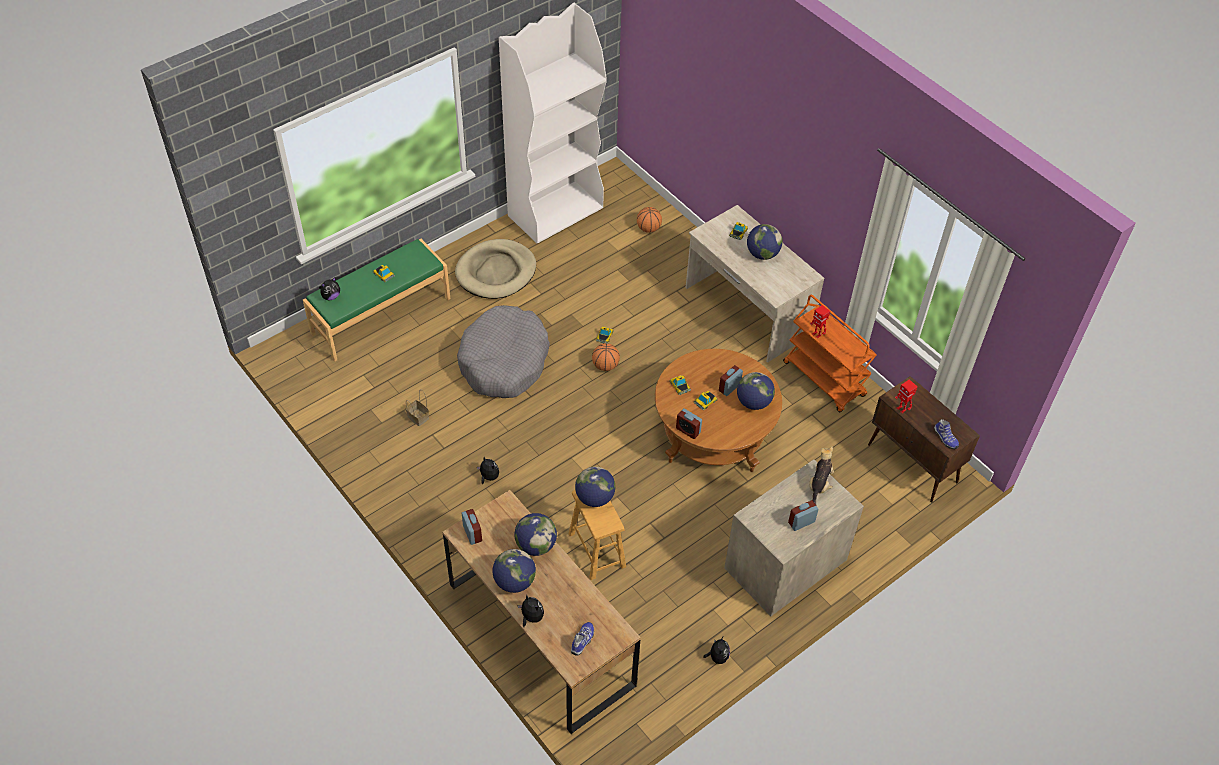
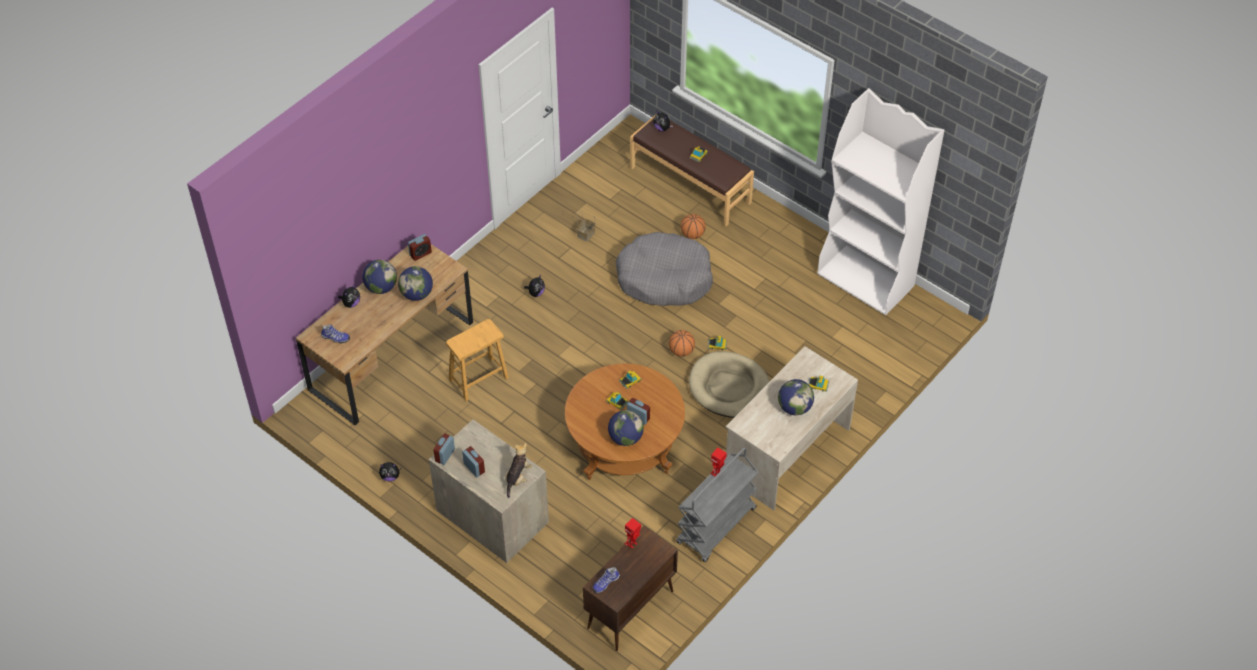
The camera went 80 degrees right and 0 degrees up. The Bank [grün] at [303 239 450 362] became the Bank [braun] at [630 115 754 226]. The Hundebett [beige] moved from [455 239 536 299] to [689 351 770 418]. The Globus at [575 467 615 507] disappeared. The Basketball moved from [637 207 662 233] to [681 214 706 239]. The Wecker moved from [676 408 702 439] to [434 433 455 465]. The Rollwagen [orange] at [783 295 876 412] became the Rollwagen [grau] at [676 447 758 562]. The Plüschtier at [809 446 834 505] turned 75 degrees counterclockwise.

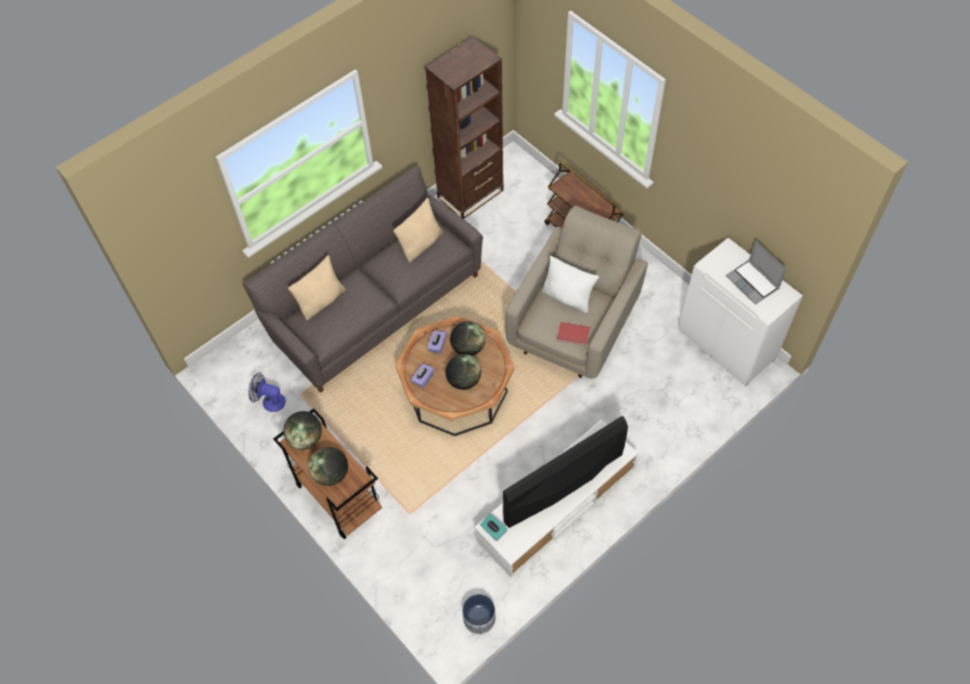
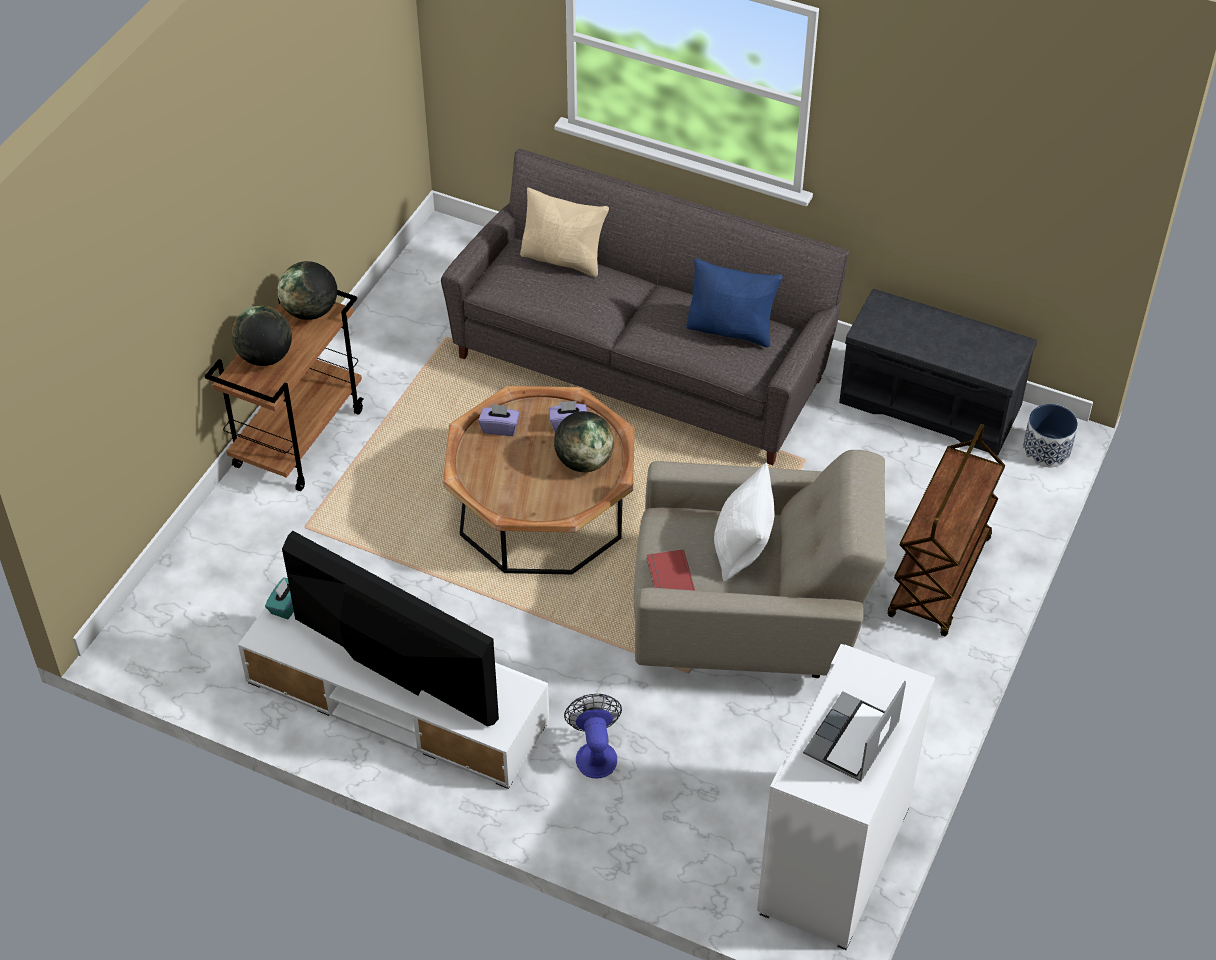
The camera went 65 degrees right and 10 degrees down. The Ventilator moved from [248 372 286 412] to [564 694 622 778]. The Kissen [beige] at [393 198 443 263] became the Kissen [blau] at [686 258 783 347]. The Bücherregal [braun] at [425 36 504 219] was replaced by the Bank [grau] at [839 289 1037 456]. The Globus at [446 354 481 390] disappeared. The Pflanzkübel moved from [462 594 496 634] to [1023 404 1078 467].

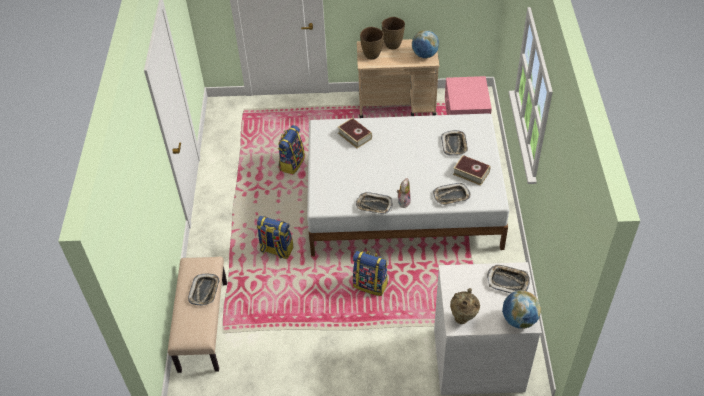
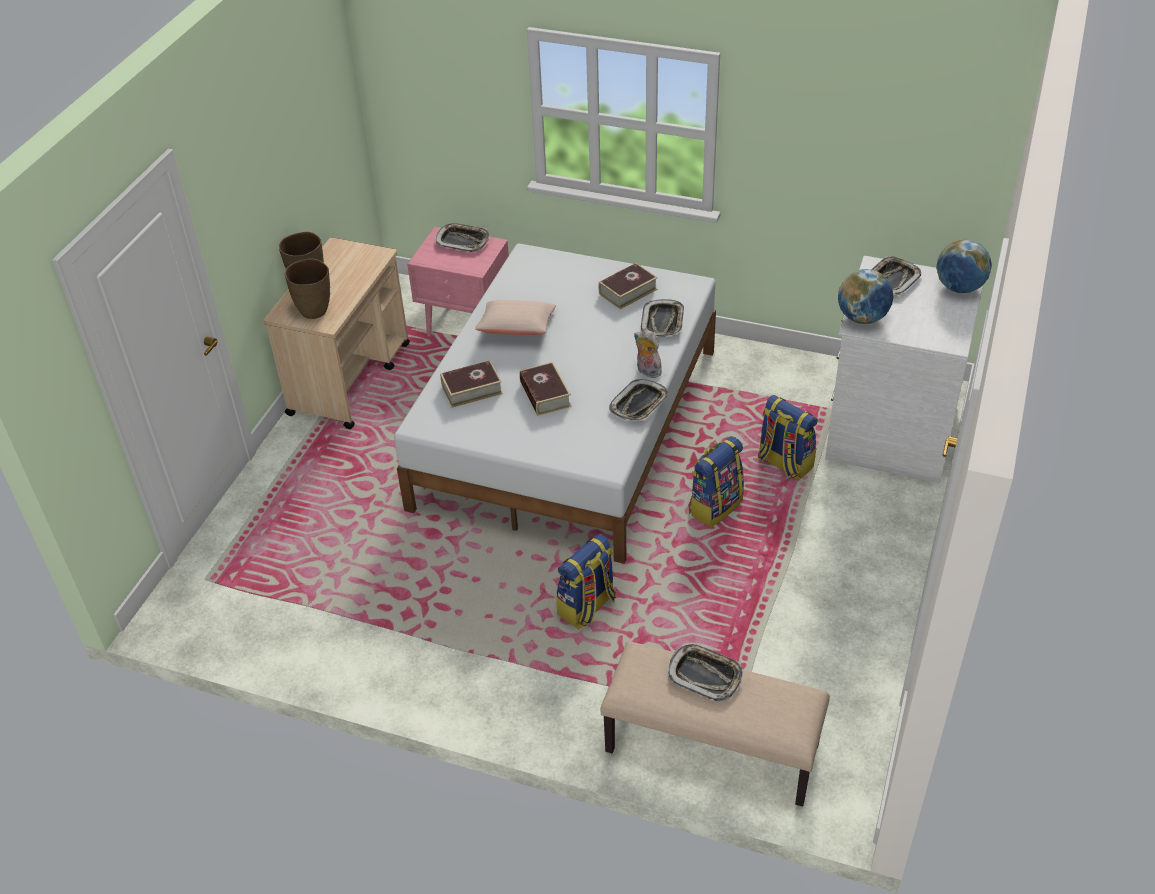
The camera went 70 degrees left and 5 degrees down. The Rucksack moved from [278 125 305 174] to [758 395 818 480]. The Globus moved from [412 30 439 58] to [838 269 893 324]. The Tablett moved from [441 130 468 156] to [436 223 490 252]. The Vase [beige] at [450 288 480 324] disappeared. The Kissen [beige] at [475 300 556 335] appeared. The Buch at [520 362 571 416] appeared.

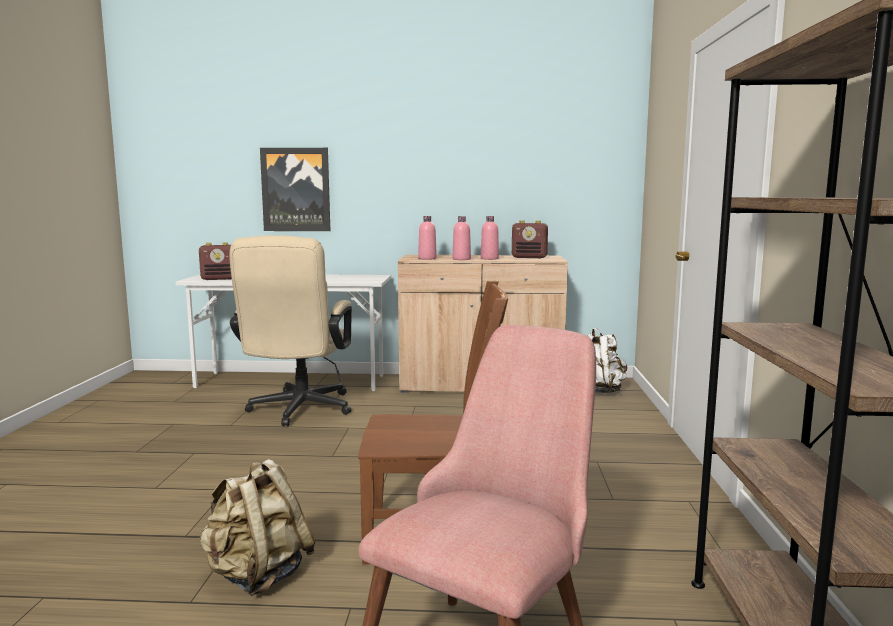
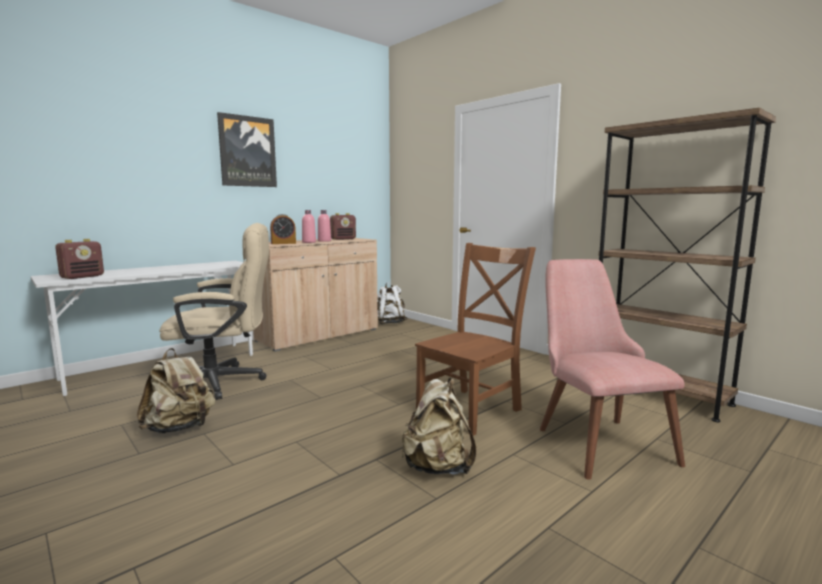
The camera went 45 degrees left and 0 degrees up. The Bürostuhl [beige] at [229 235 352 426] turned 60 degrees counterclockwise. The Bild moved from [260 148 330 231] to [217 112 277 187]. The Flasche [rosa] at [418 216 437 260] was replaced by the Wecker at [270 214 296 244]. The Rucksack [beige] at [137 348 215 434] appeared.

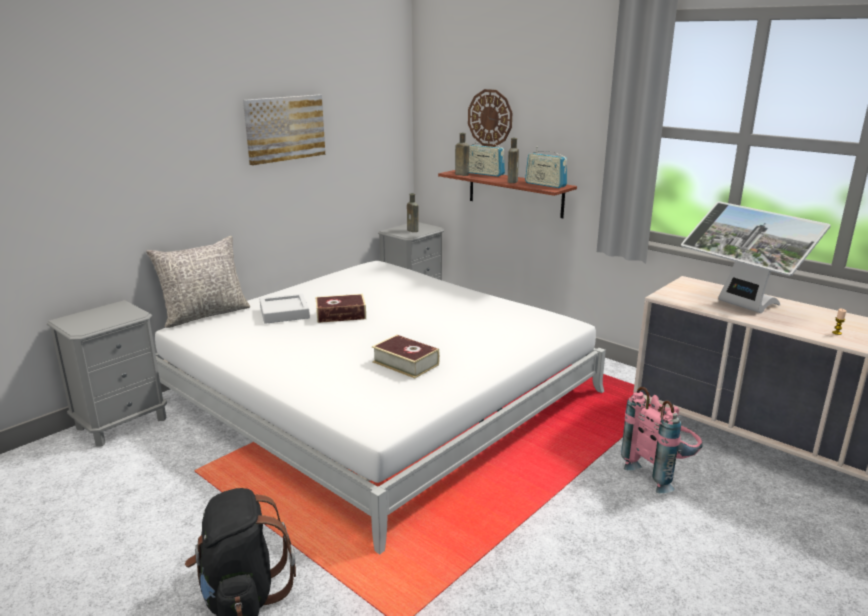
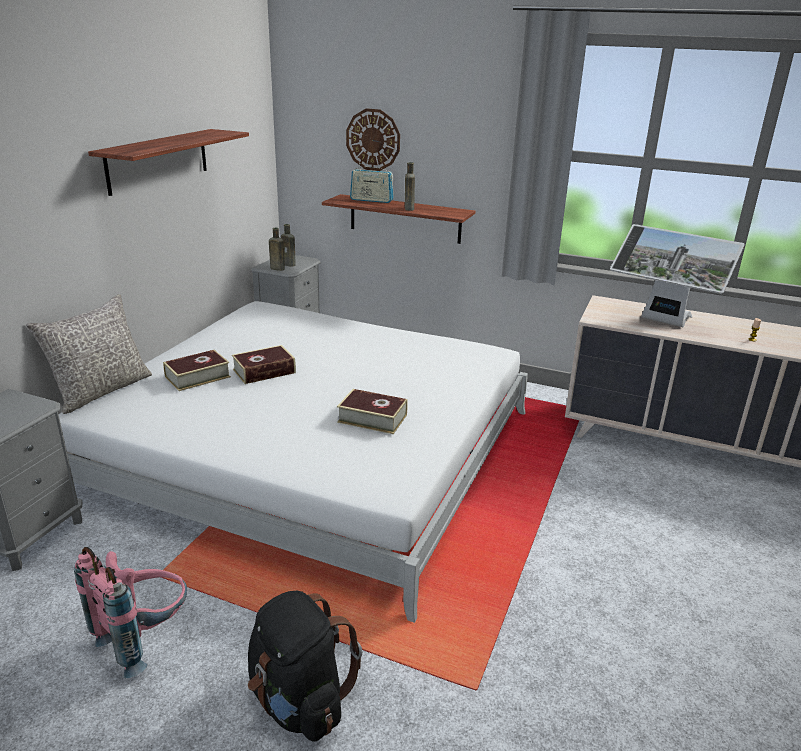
The camera went 20 degrees left and 5 degrees up. The Bild at [243 95 325 165] was replaced by the Wandregal at [88 129 249 196]. The Tablett [grau] at [259 294 310 324] was replaced by the Buch at [163 350 231 391]. The Flasche [braun] moved from [455 133 469 176] to [269 228 285 271]. The Radio at [525 147 567 188] disappeared. The Rucksack [rosa] moved from [621 387 702 493] to [74 547 187 678].

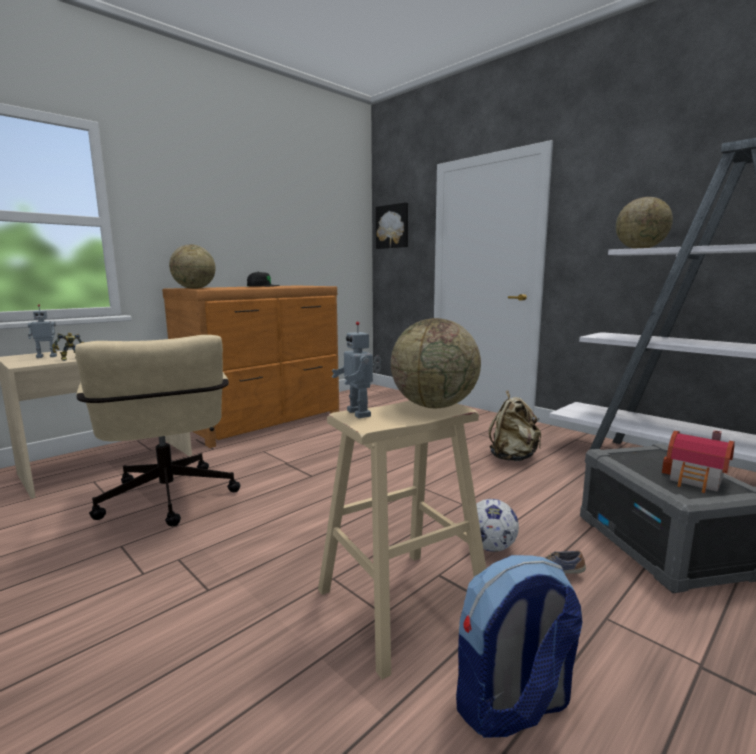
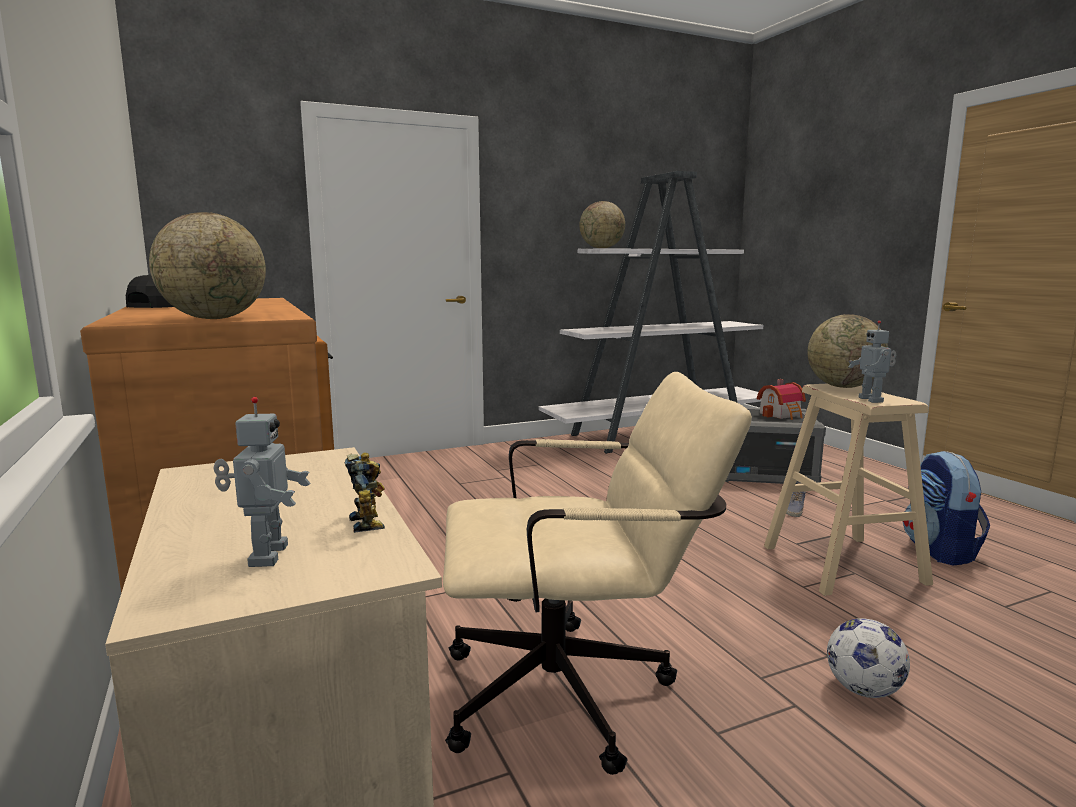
The camera went 70 degrees left and 0 degrees up. The Spielzeugroboter at [332 322 381 418] turned 90 degrees clockwise. The Bild at [376 202 408 249] disappeared. The Fußball moved from [476 499 519 552] to [827 618 910 698]. The Rucksack [beige] at [489 391 541 461] disappeared.

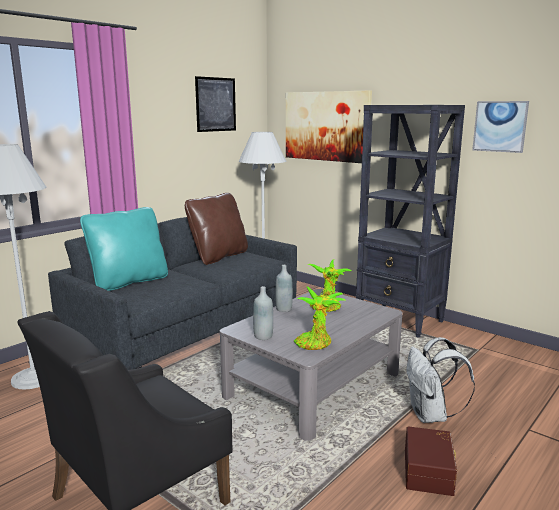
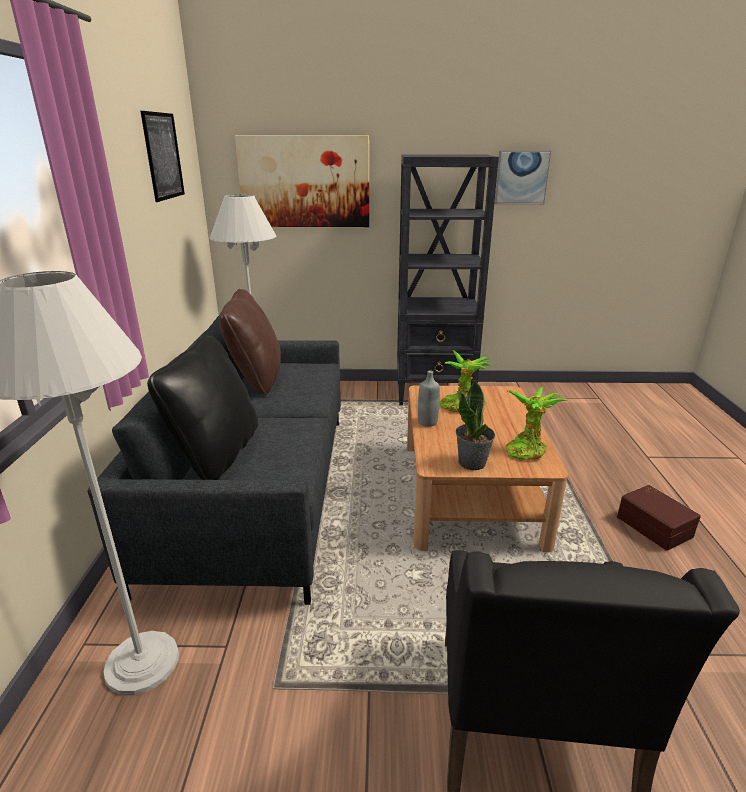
The camera went 40 degrees left and 10 degrees up. The Kissen [türkis] at [80 207 168 291] became the Kissen [schwarz] at [147 335 258 480]. The Couchtisch [grau] at [220 289 403 441] became the Couchtisch [braun] at [407 385 568 553]. The Flasche [grau] at [253 286 273 340] was replaced by the Topfpflanze at [456 379 495 470]. The Rucksack [weiß] at [406 337 475 423] disappeared.

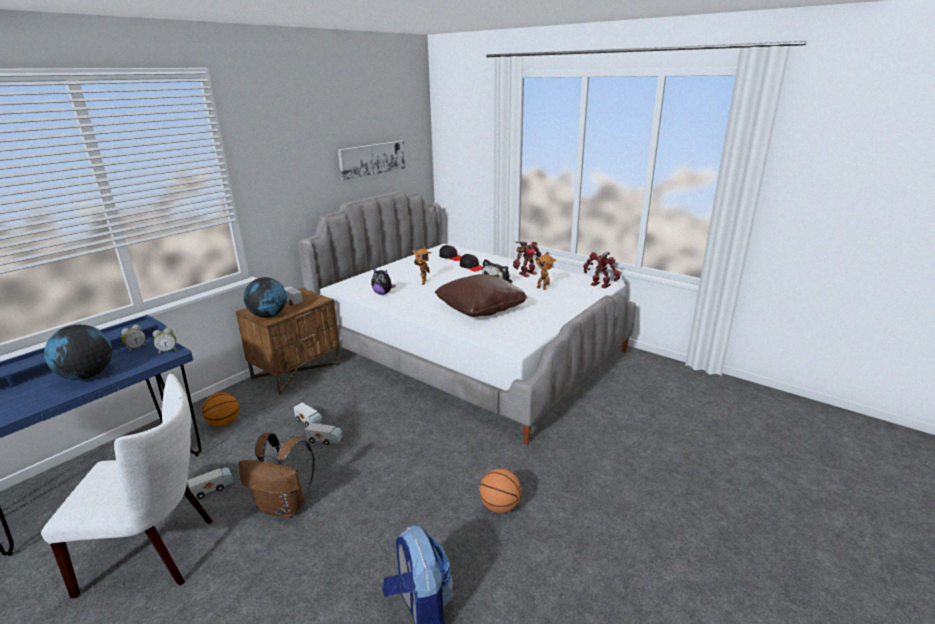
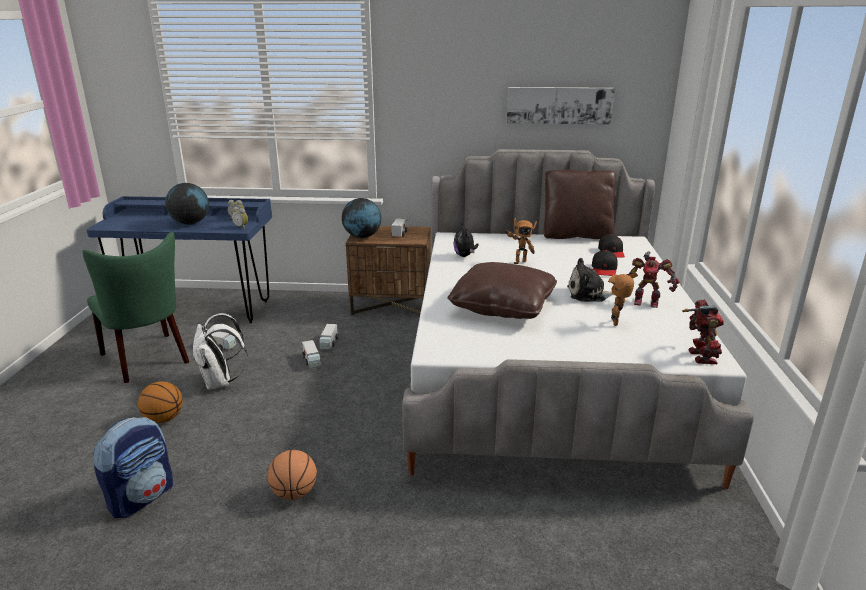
The camera went 55 degrees right and 0 degrees up. The Stuhl [weiß] at [41 374 213 598] became the Stuhl [grün] at [82 232 189 383]. The Basketball moved from [202 393 239 427] to [138 381 183 423]. The Rucksack [braun] at [238 433 315 518] became the Rucksack [weiß] at [193 313 248 390]. The Kissen [braun] at [544 170 616 239] appeared.

